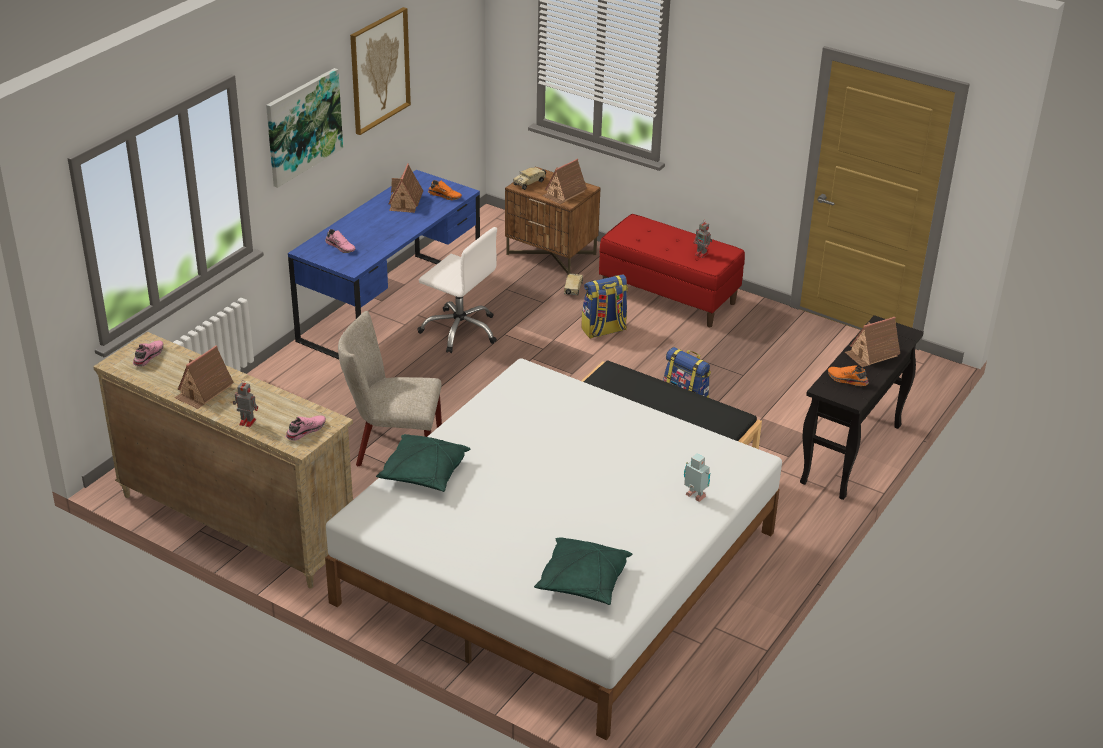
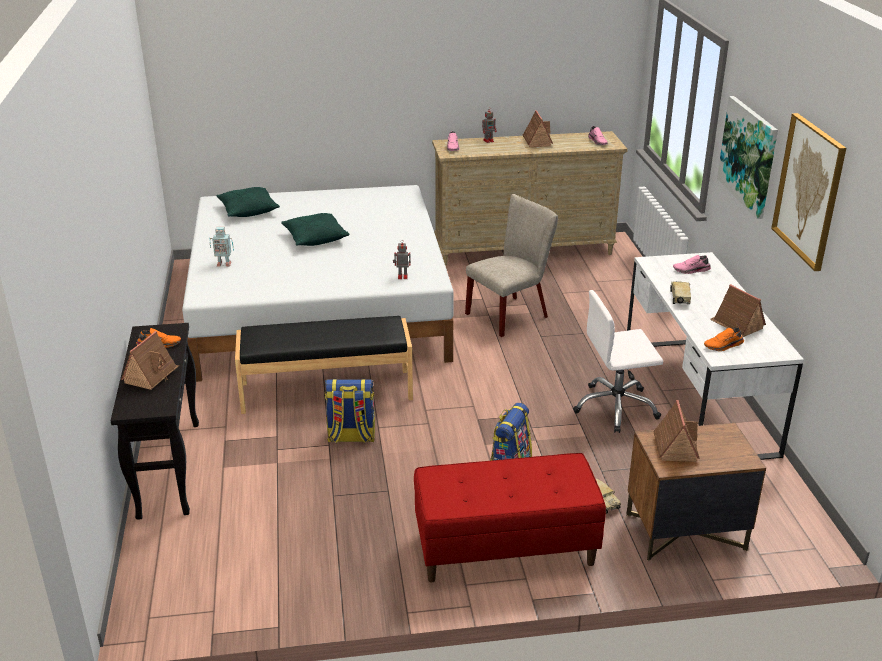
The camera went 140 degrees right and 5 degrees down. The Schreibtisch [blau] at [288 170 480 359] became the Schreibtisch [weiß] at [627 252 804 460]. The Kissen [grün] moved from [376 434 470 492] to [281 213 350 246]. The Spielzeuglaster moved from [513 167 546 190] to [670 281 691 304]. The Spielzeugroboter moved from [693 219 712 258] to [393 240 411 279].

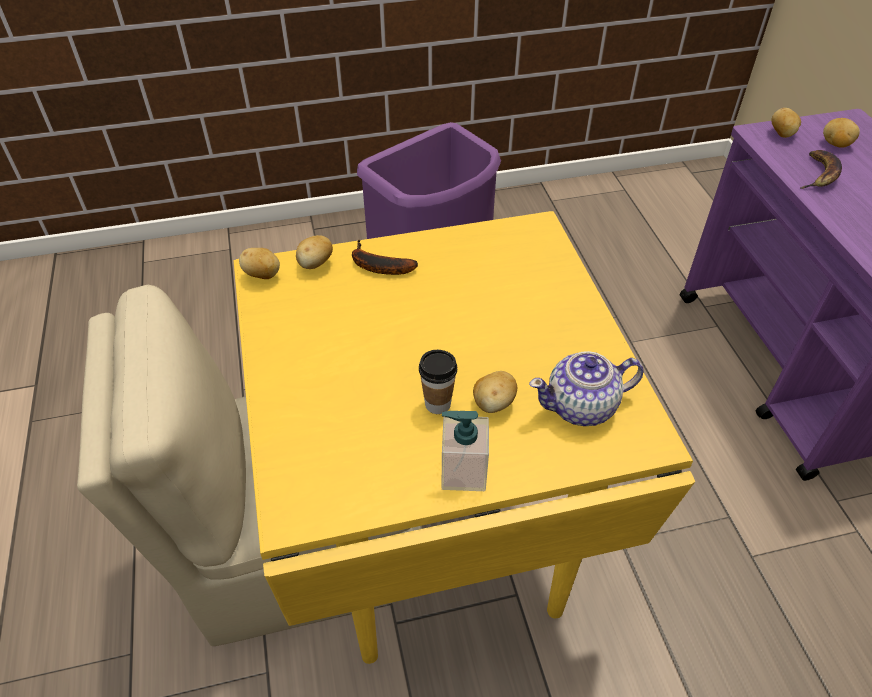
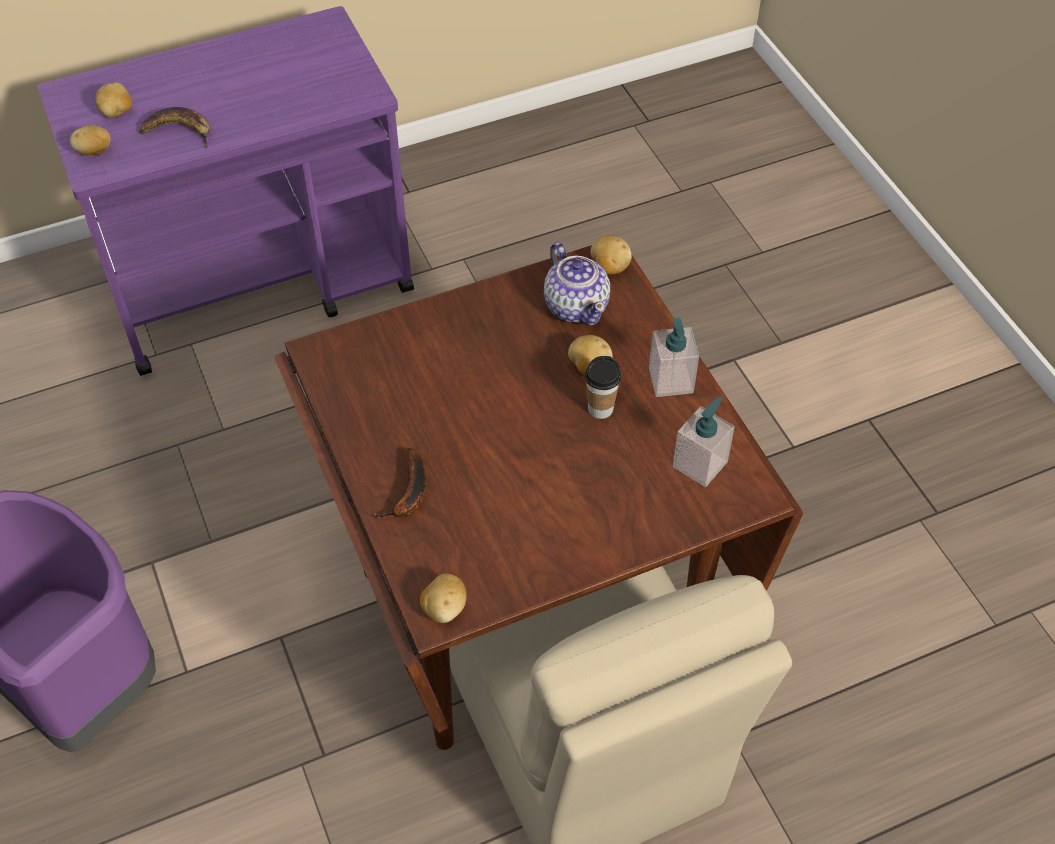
The camera went 100 degrees left and 5 degrees up. The Esstisch [gelb] at [234 211 695 664] became the Esstisch [braun] at [275 245 803 750]. The Kartoffel moved from [296 235 333 269] to [591 235 632 274]. The Seifenspender at [673 396 735 487] appeared.

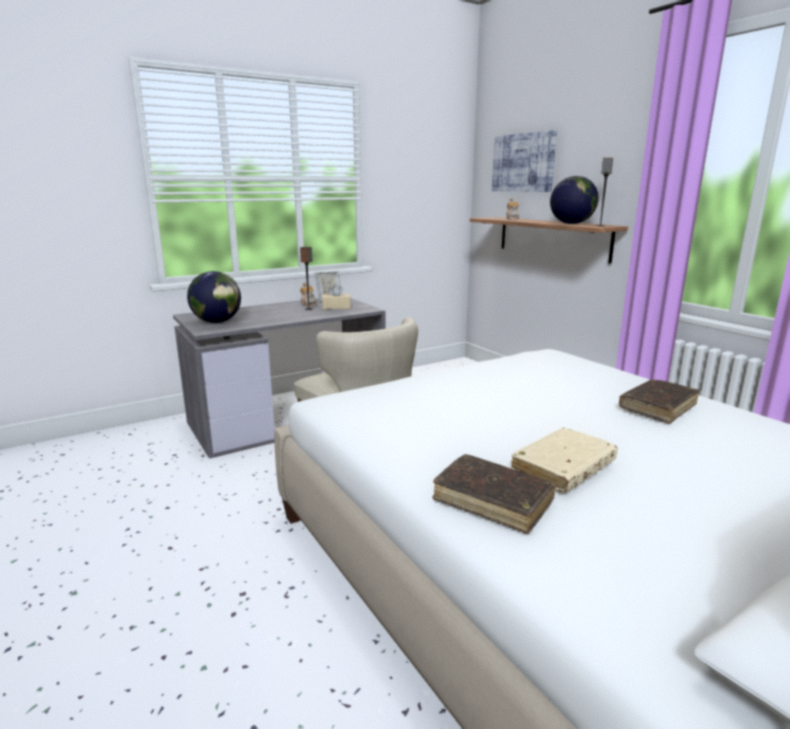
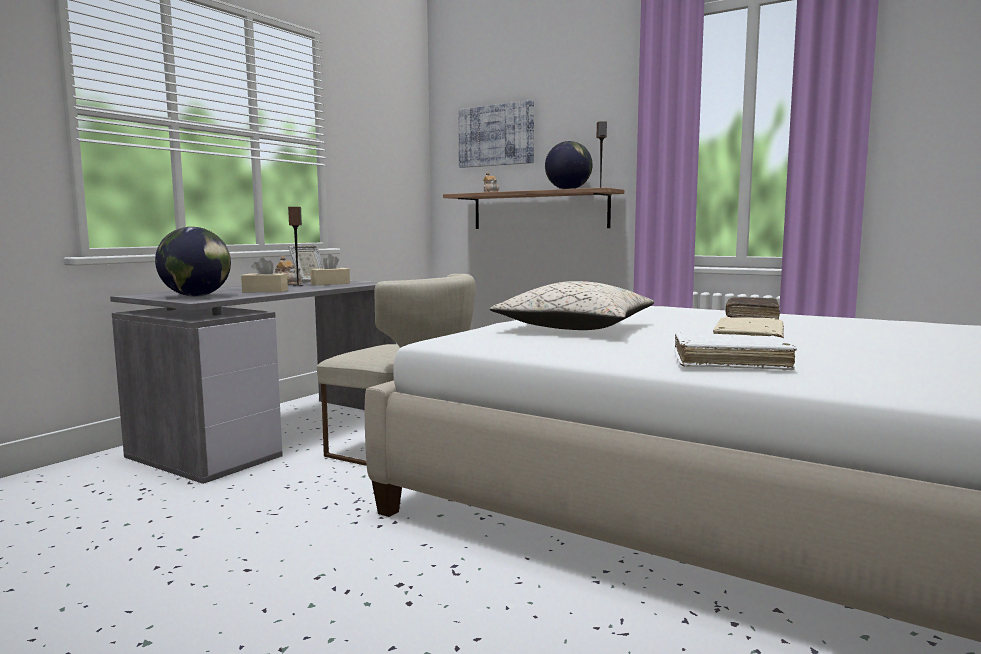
The camera went 25 degrees left and 10 degrees down. The Buch [braun] at [432 454 556 534] became the Buch [weiß] at [675 332 797 371]. The Taschentuchbox [beige] at [241 258 288 292] appeared. The Kissen [beige] at [490 281 654 330] appeared.

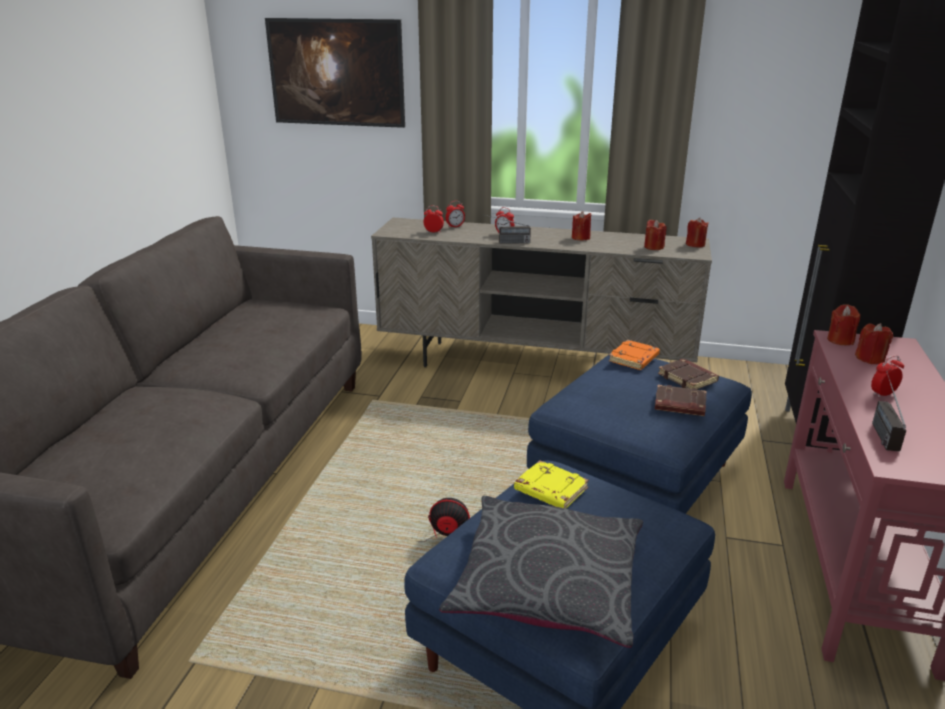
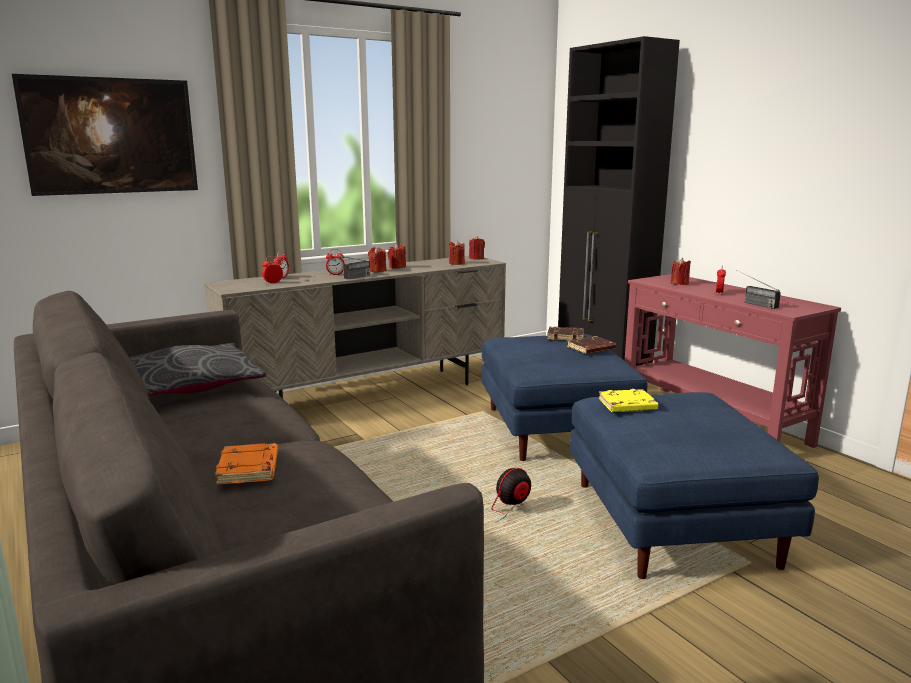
The camera went 45 degrees left and 10 degrees down. The Kissen [grau] moved from [439 496 643 648] to [129 343 266 396]. The Buch [orange] moved from [608 340 660 370] to [215 443 278 485]. The Kerze [rot] moved from [827 304 860 345] to [368 246 386 273].

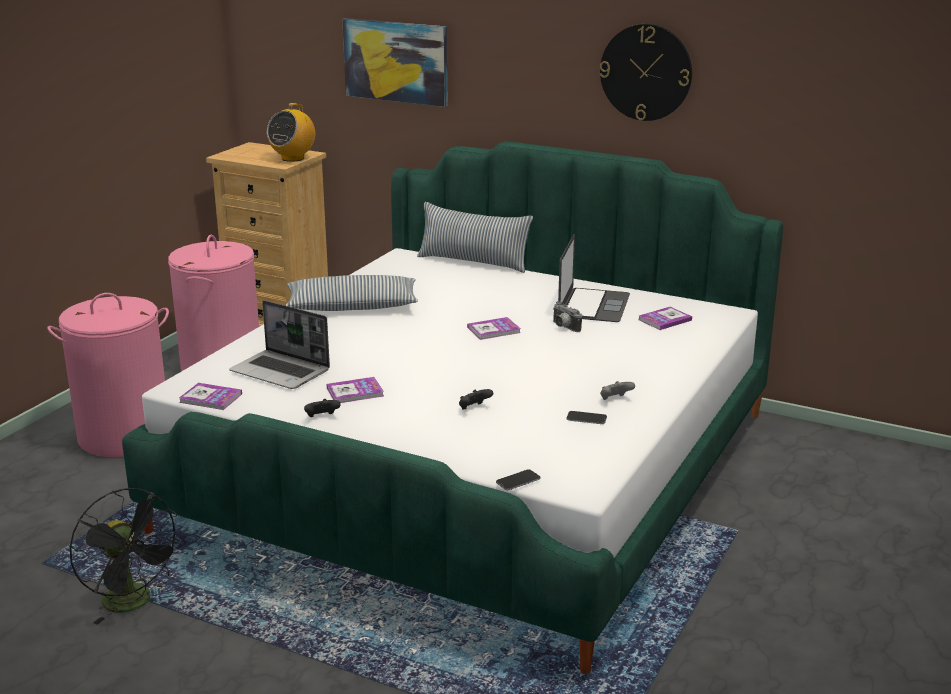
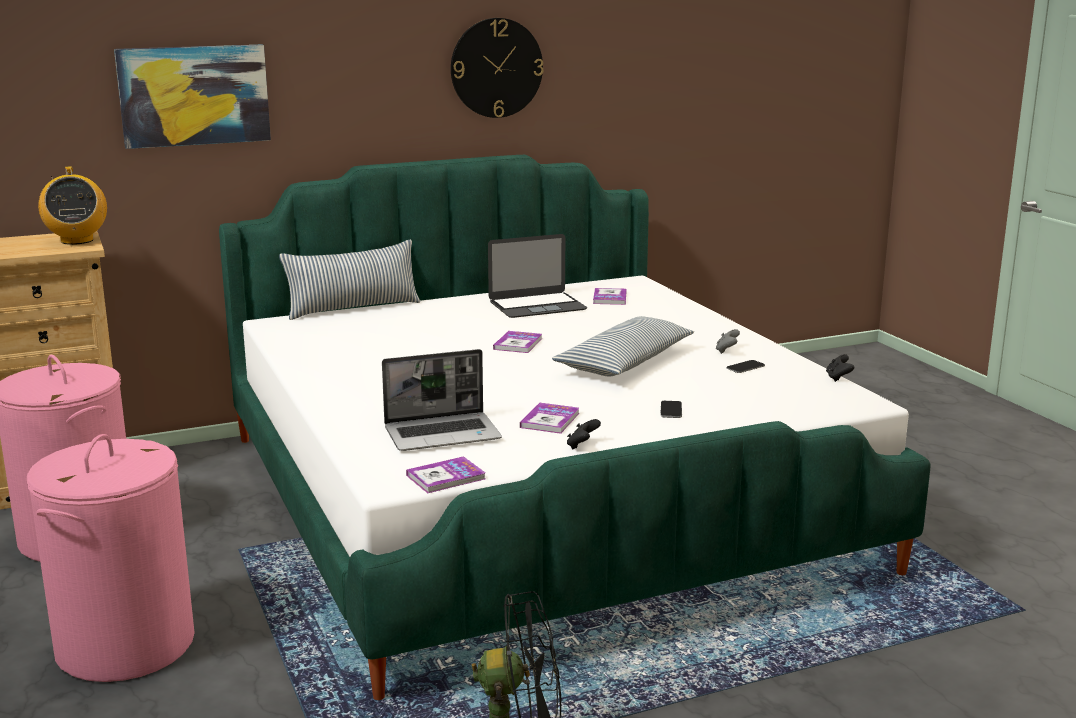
The camera went 50 degrees left and 5 degrees down. The Kissen moved from [285 275 418 311] to [552 316 694 376]. The Gamepad [schwarz] moved from [459 389 493 410] to [826 354 854 382]. The Handy moved from [496 469 540 490] to [660 401 682 418]. The Kamera at [553 301 582 332] disappeared. The Laptop at [558 234 630 322] turned 105 degrees clockwise.

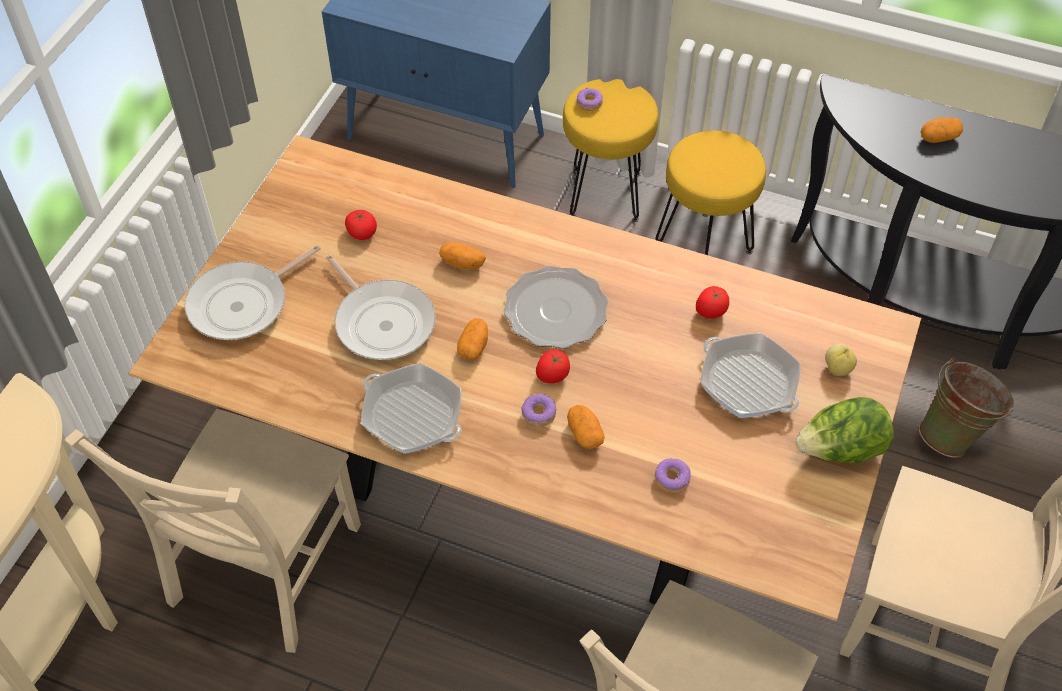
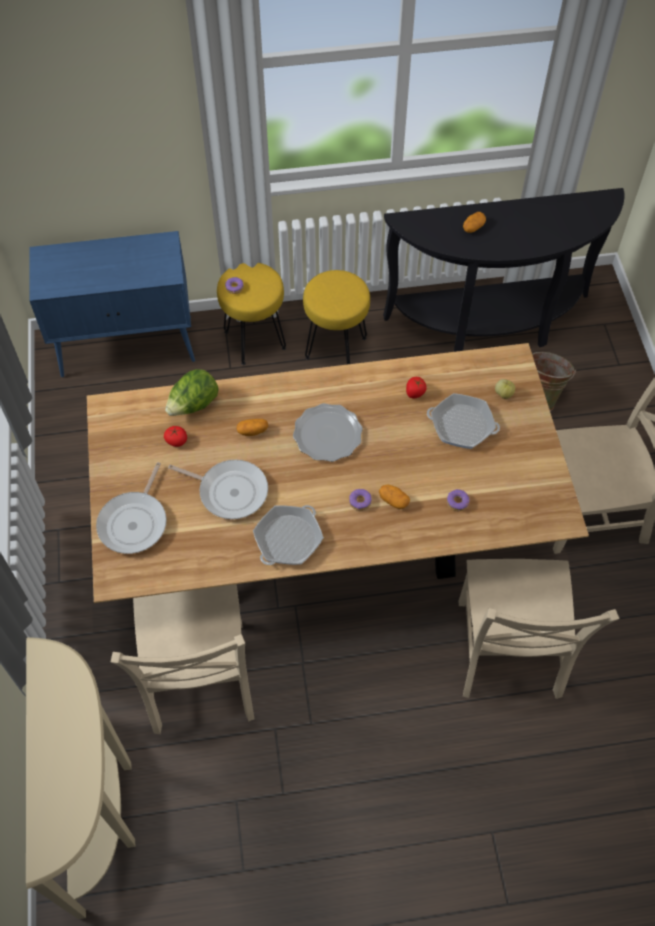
The camera went 30 degrees left and 5 degrees up. The Pfanne at [361 363 462 454] turned 120 degrees clockwise. The Kartoffel at [457 318 488 360] disappeared. The Tomate at [536 350 570 383] disappeared. The Salatkopf moved from [795 397 894 463] to [165 369 219 416].

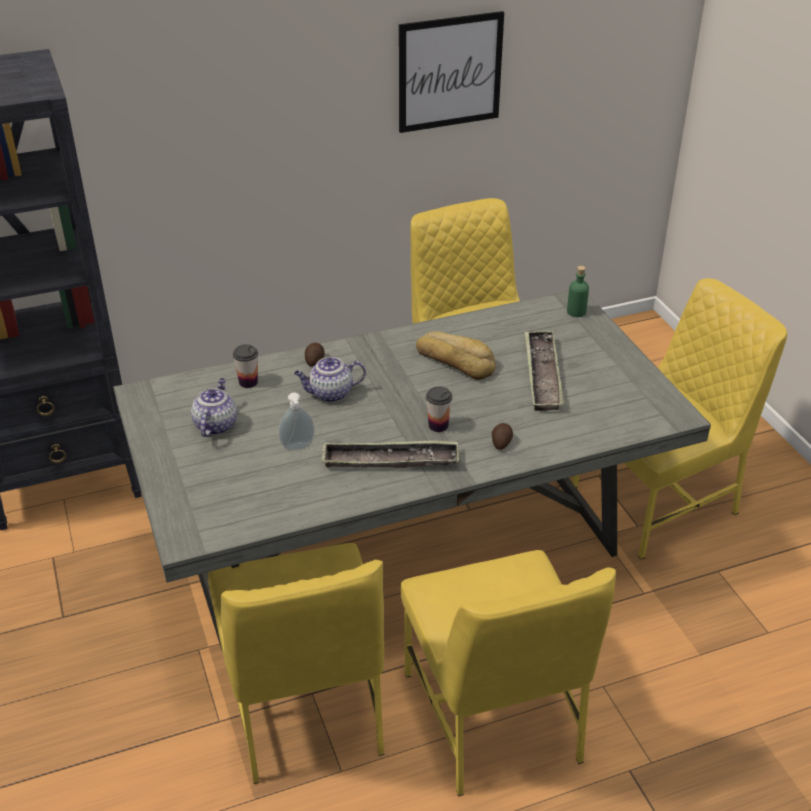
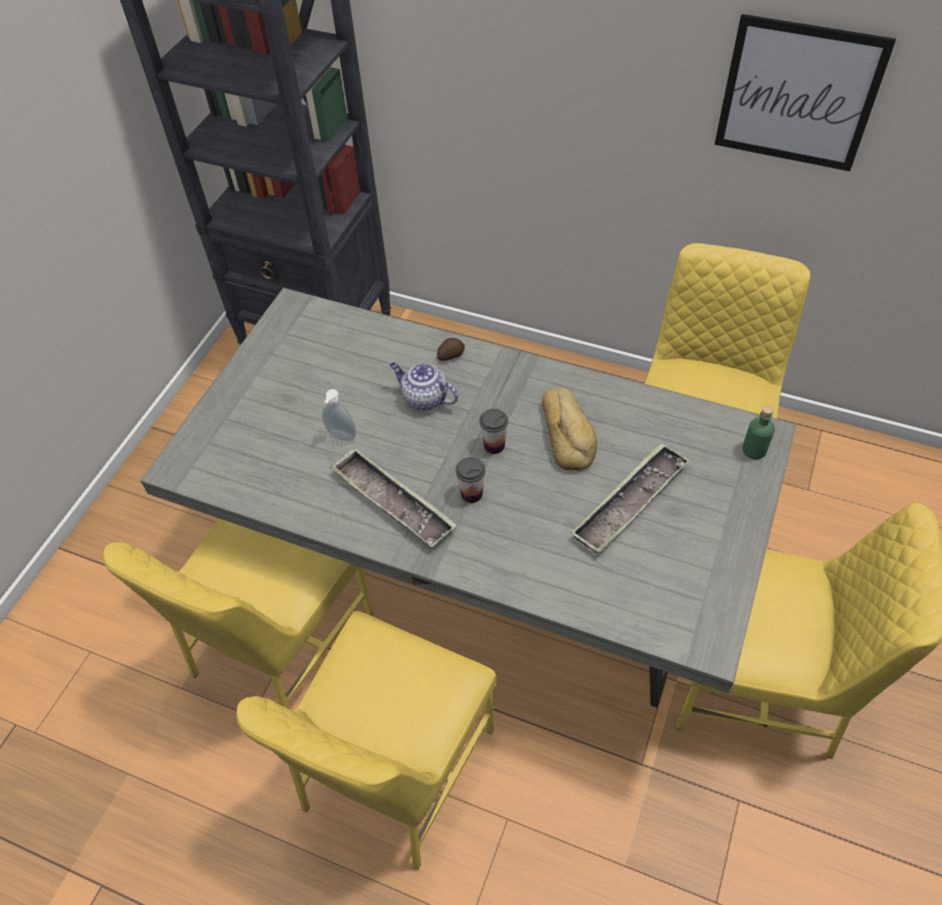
The camera went 45 degrees right and 15 degrees up. The Teekanne at [191 378 237 437] disappeared. The Tasse moved from [233 344 258 388] to [479 409 508 454]. The Kartoffel at [492 423 513 450] disappeared.

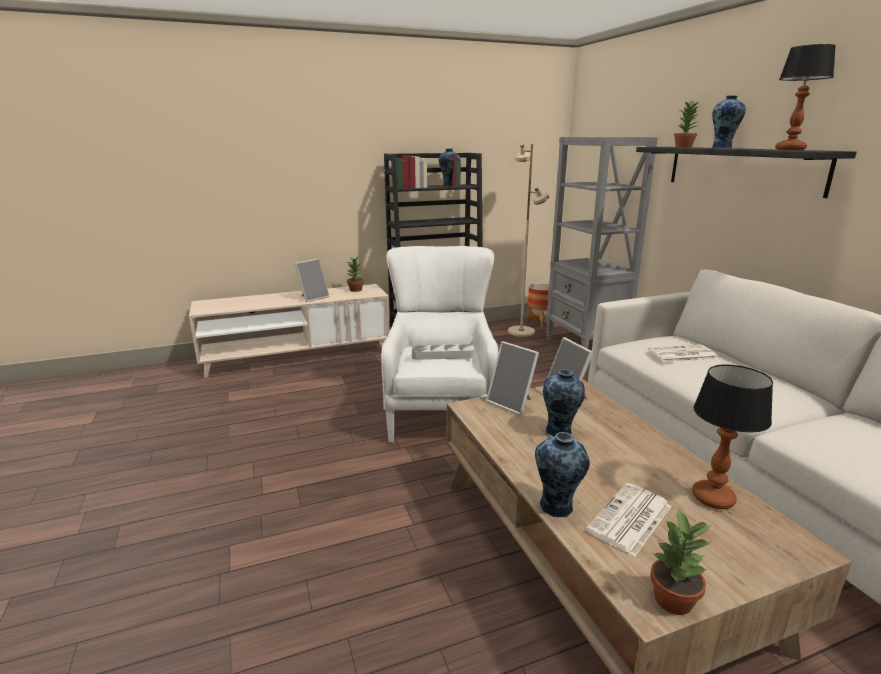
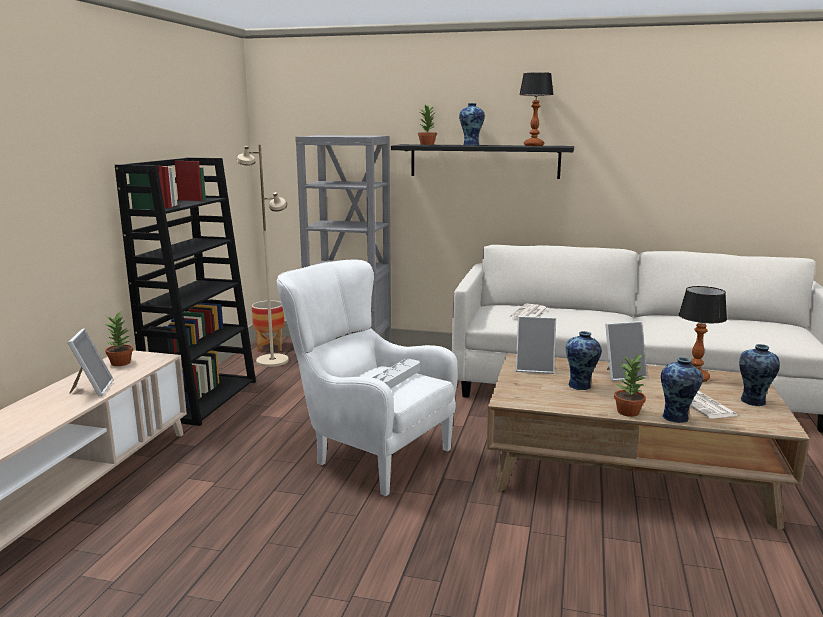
The camera went 55 degrees left and 5 degrees down. The Vase moved from [439 148 461 186] to [739 344 780 406]. The Bilderrahmen moved from [486 341 539 416] to [605 321 648 381]. The Topfpflanze moved from [650 509 711 615] to [614 354 646 417].

